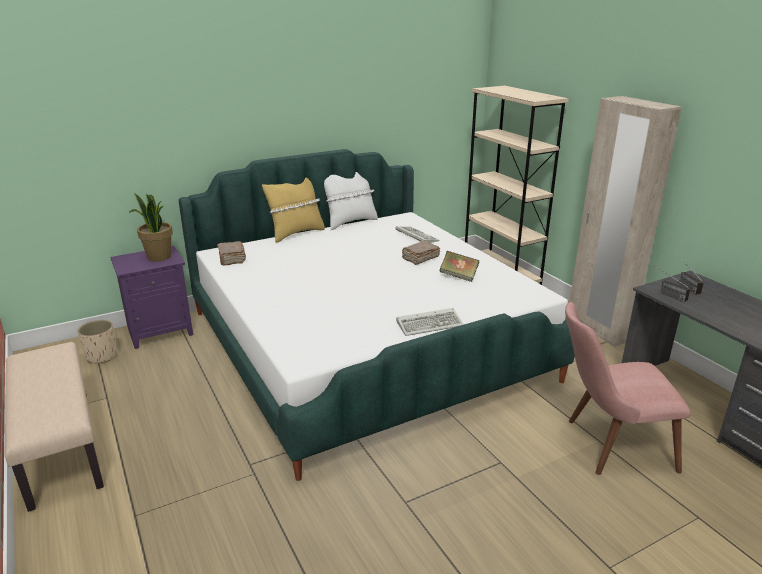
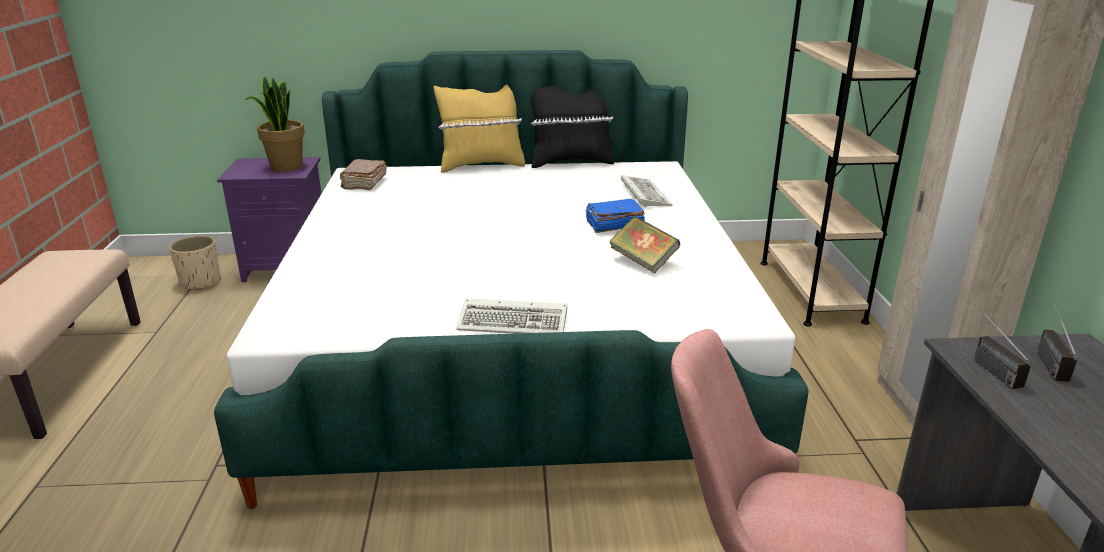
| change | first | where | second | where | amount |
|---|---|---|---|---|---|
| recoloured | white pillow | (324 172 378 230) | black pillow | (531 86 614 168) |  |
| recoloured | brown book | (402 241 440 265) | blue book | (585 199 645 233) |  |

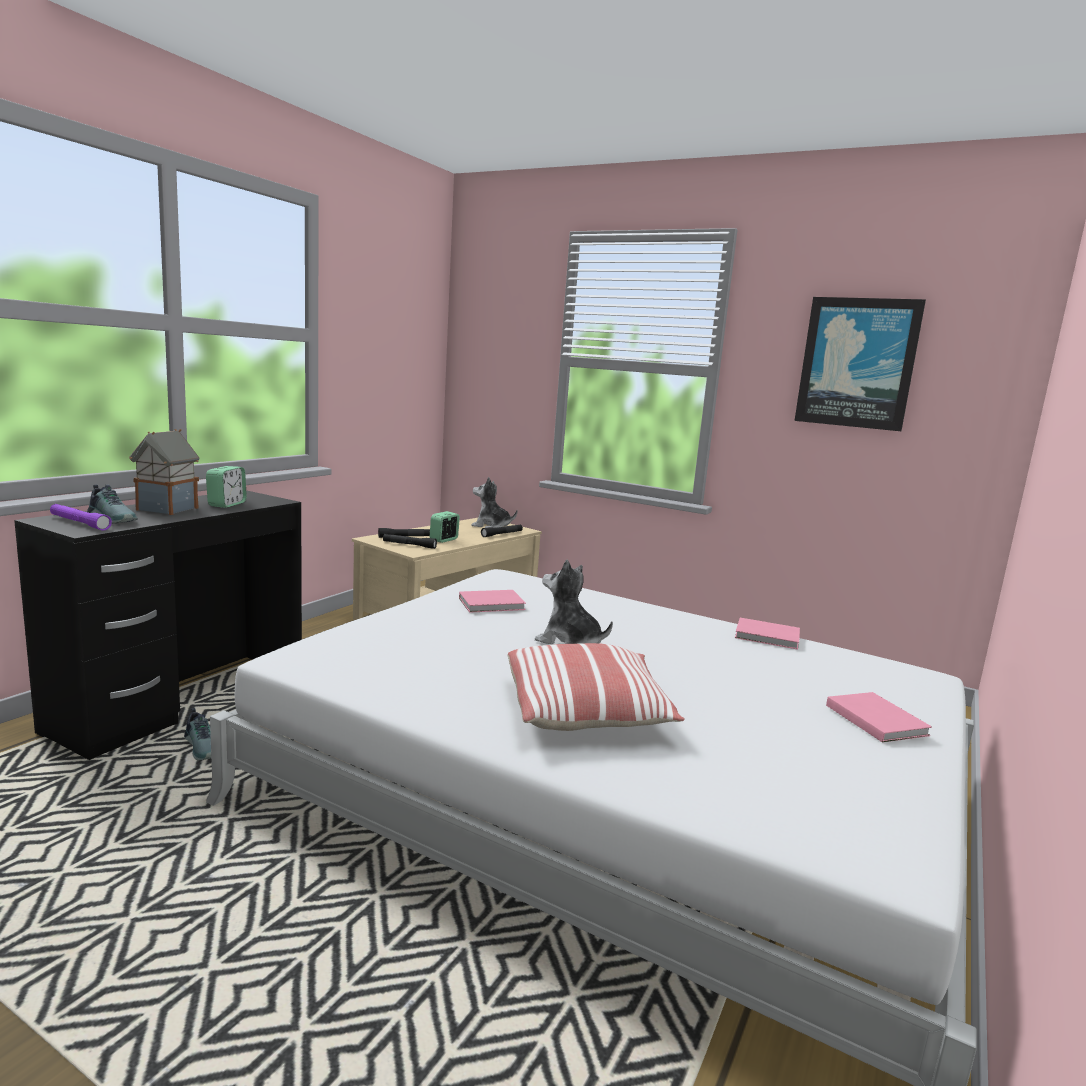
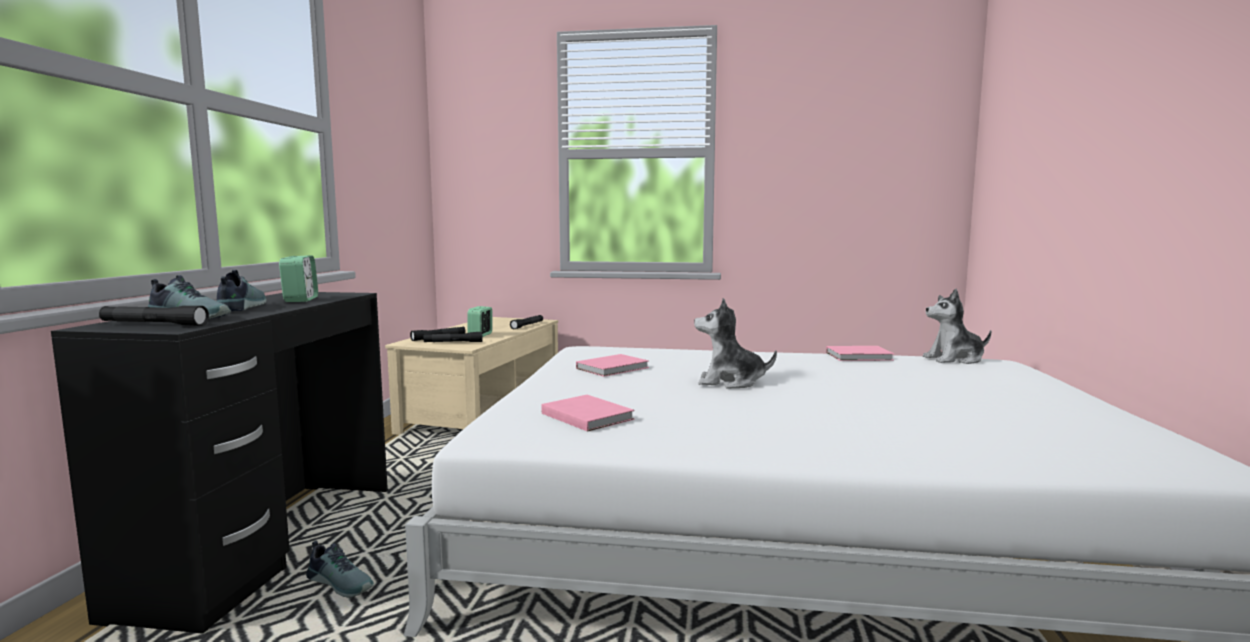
| change | first | where | second | where | amount |
|---|---|---|---|---|---|
| removed | picture | (795 297 926 431) |  |  |  |
| replaced | toy house | (129 429 200 515) | shoe | (216 270 267 311) |  |
| moved | plush toy | (471 477 518 528) |  | (923 289 991 364) |  |
| recoloured | purple flashlight | (50 504 112 531) | black flashlight | (99 306 209 326) |  |
| removed | pillow | (508 643 684 731) |  |  |  |
| moved | pink book | (826 692 932 742) |  | (541 395 634 432) |  |

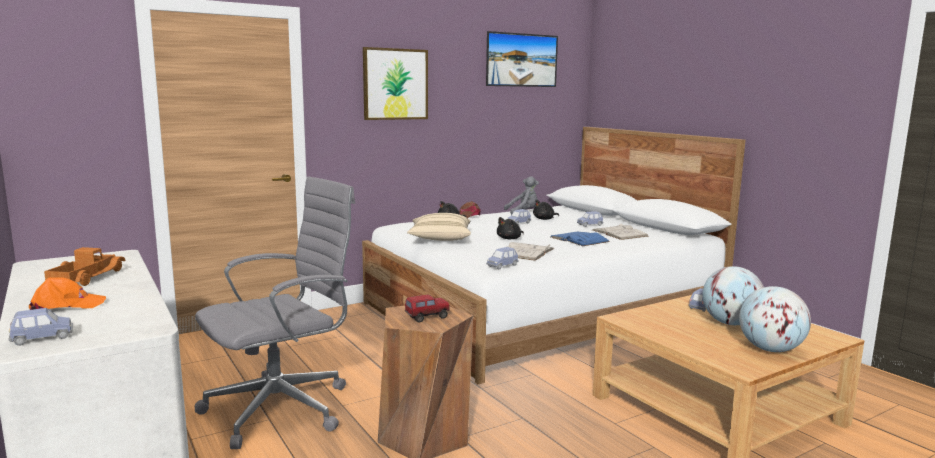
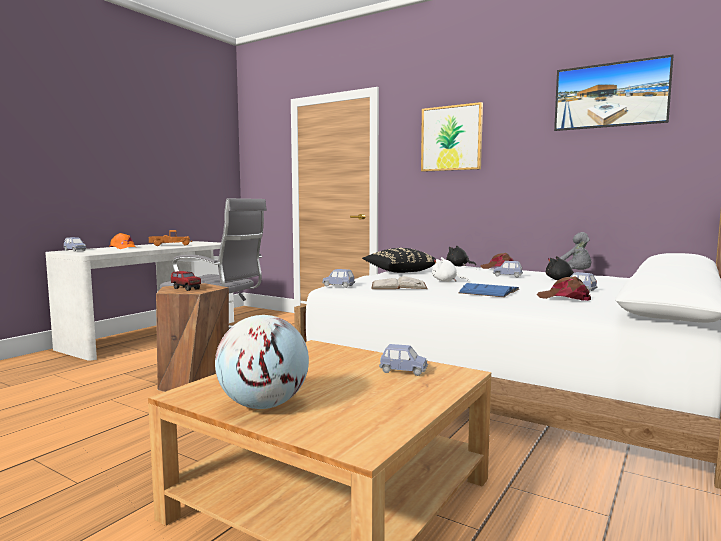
| change | first | where | second | where | amount |
|---|---|---|---|---|---|
| recoloured | beige pillow | (407 213 471 241) | black pillow | (362 248 436 273) |  |
| recoloured | black plush toy | (497 217 524 239) | white plush toy | (432 257 468 282) |  |
| replaced | white book | (592 223 649 240) | brown cap | (537 276 591 301) |  |
| removed | globe | (703 266 764 325) |  |  |  |

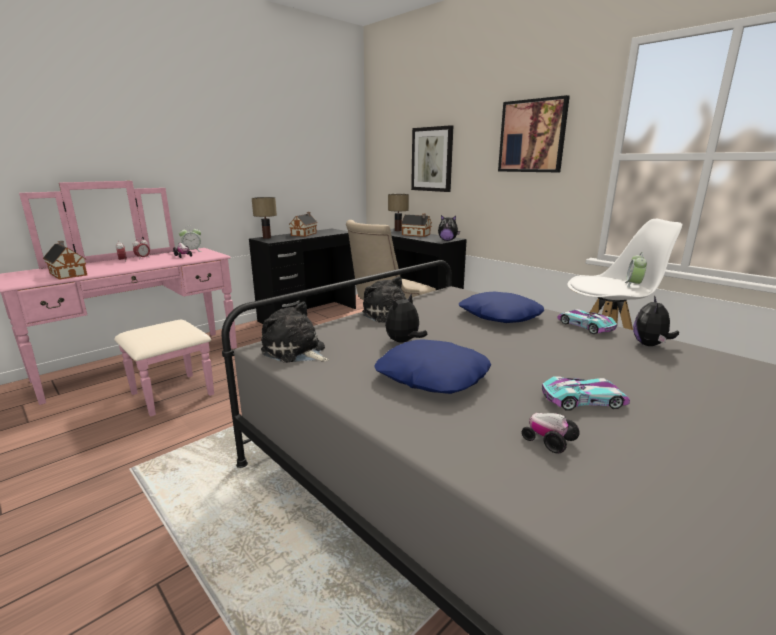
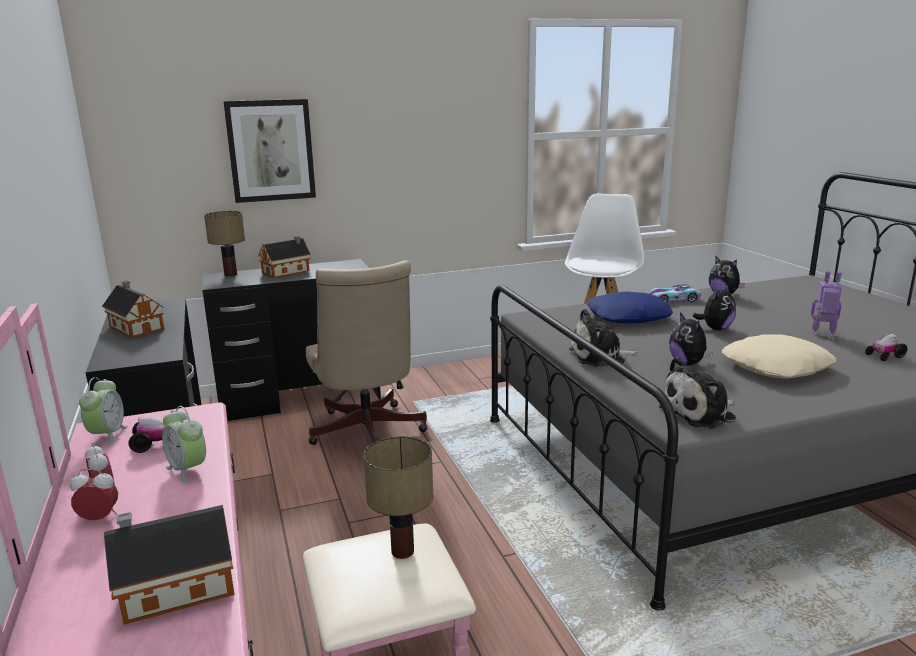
| change | first | where | second | where | amount |
|---|---|---|---|---|---|
| removed | picture | (498 95 570 172) |  |  |  |
| moved | table lamp | (252 197 277 239) |  | (363 436 433 559) |  |
| moved | plush toy | (438 215 460 241) |  | (693 285 736 330) |  |
| moved | alarm clock | (625 252 647 288) |  | (162 406 206 484) |  |
| recoloured | blue pillow | (375 339 491 394) | beige pillow | (722 335 836 379) |  |
| replaced | toy car | (542 377 630 411) | toy robot | (811 270 842 337) |  |

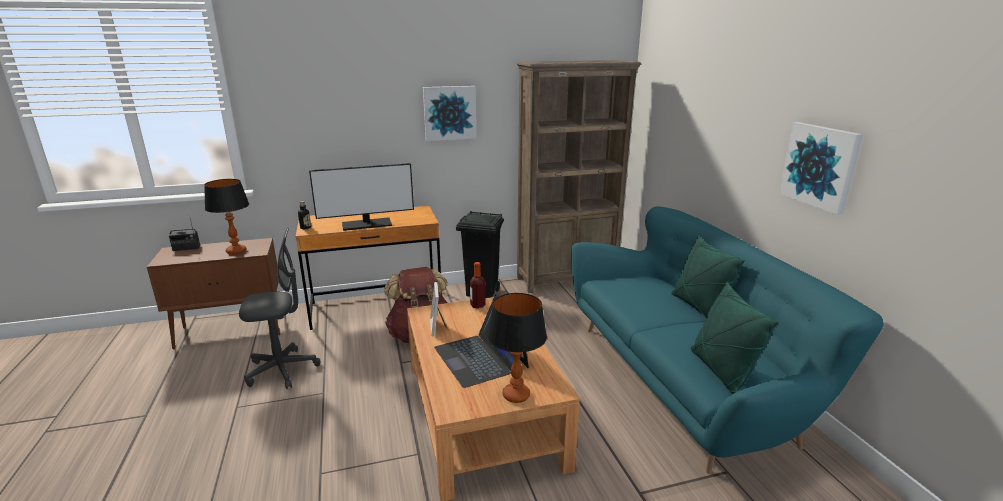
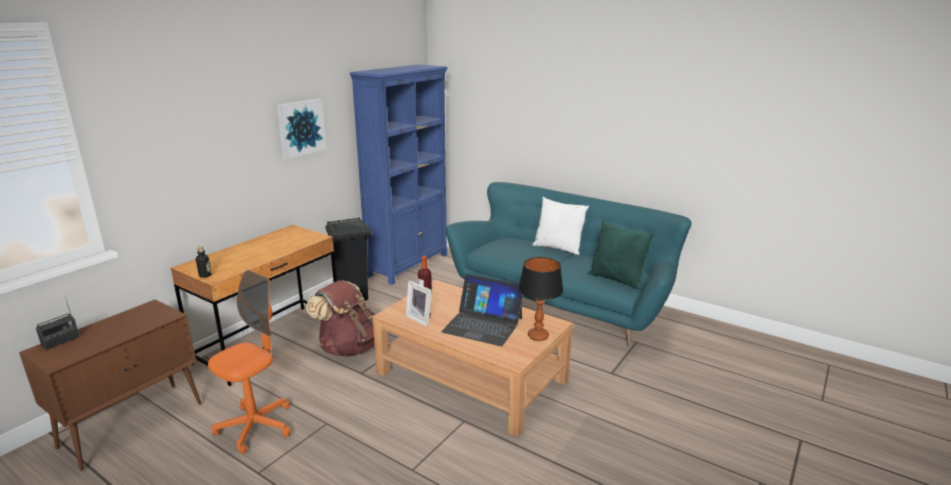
| change | first | where | second | where | amount |
|---|---|---|---|---|---|
| recoloured | brown bookcase | (516 60 641 293) | blue bookcase | (349 64 448 285) |  |
| removed | picture | (778 122 863 215) |  |  |  |
| removed | monitor | (309 163 414 231) |  |  |  |
| removed | table lamp | (204 179 249 255) |  |  |  |
| recoloured | grey office chair | (239 227 320 389) | orange office chair | (208 270 291 454) |  |
| recoloured | green pillow | (671 235 745 318) | white pillow | (533 197 589 255) |  |

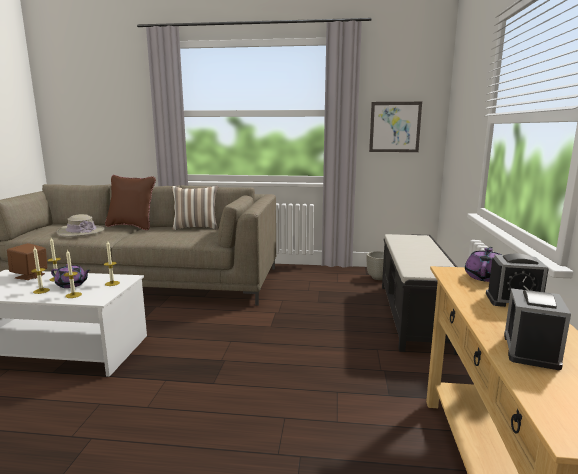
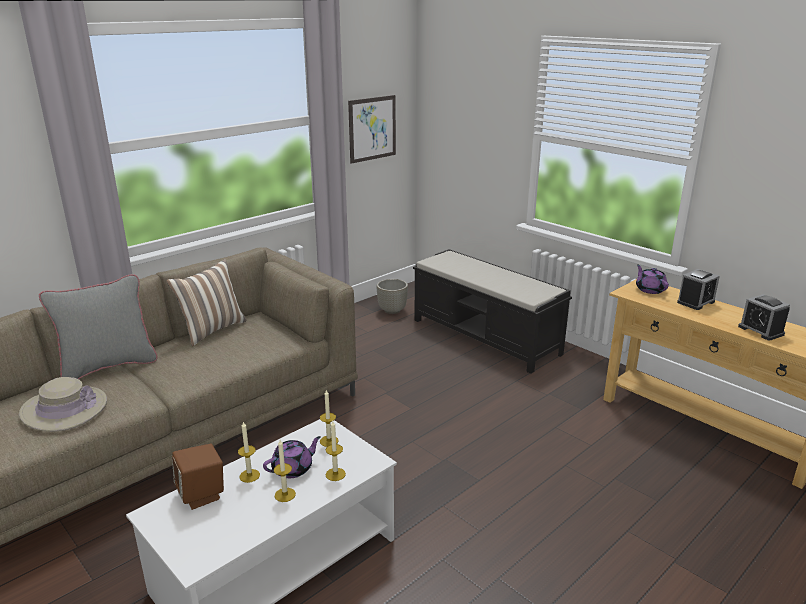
| change | first | where | second | where | amount |
|---|---|---|---|---|---|
| recoloured | brown pillow | (105 175 156 230) | grey pillow | (39 274 158 379) |  |

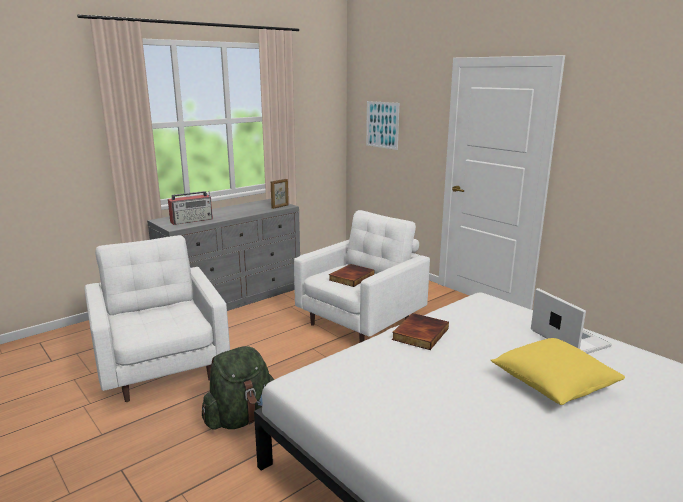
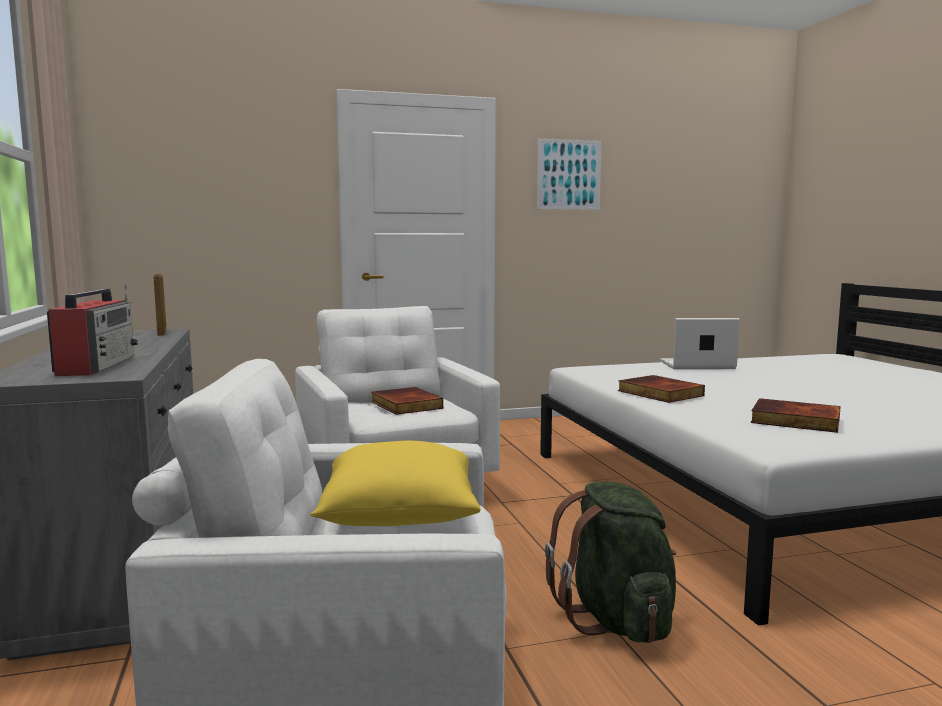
| change | first | where | second | where | amount |
|---|---|---|---|---|---|
| moved | picture | (366 101 399 150) |  | (537 138 602 210) |  |
| moved | yellow pillow | (490 338 625 405) |  | (310 441 481 526) |  |
| added |  |  | book | (751 398 841 433) |  |

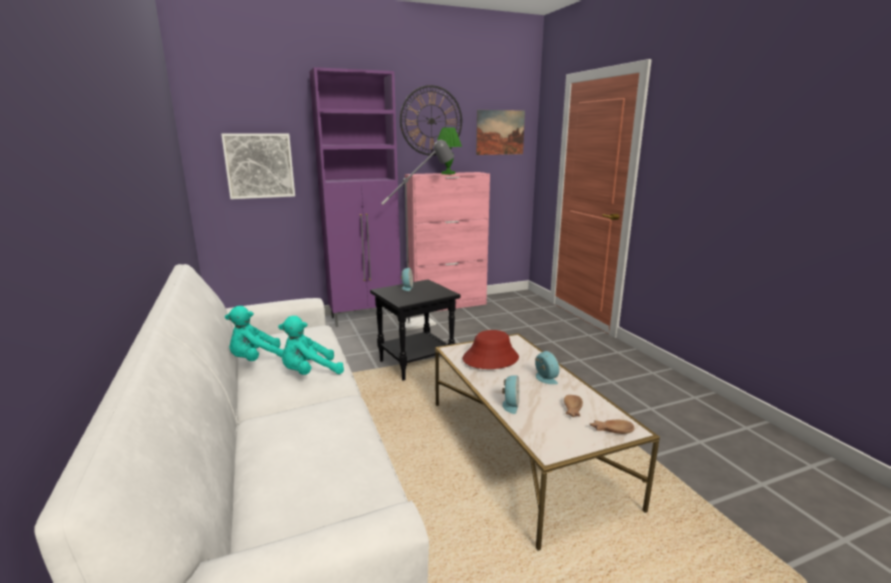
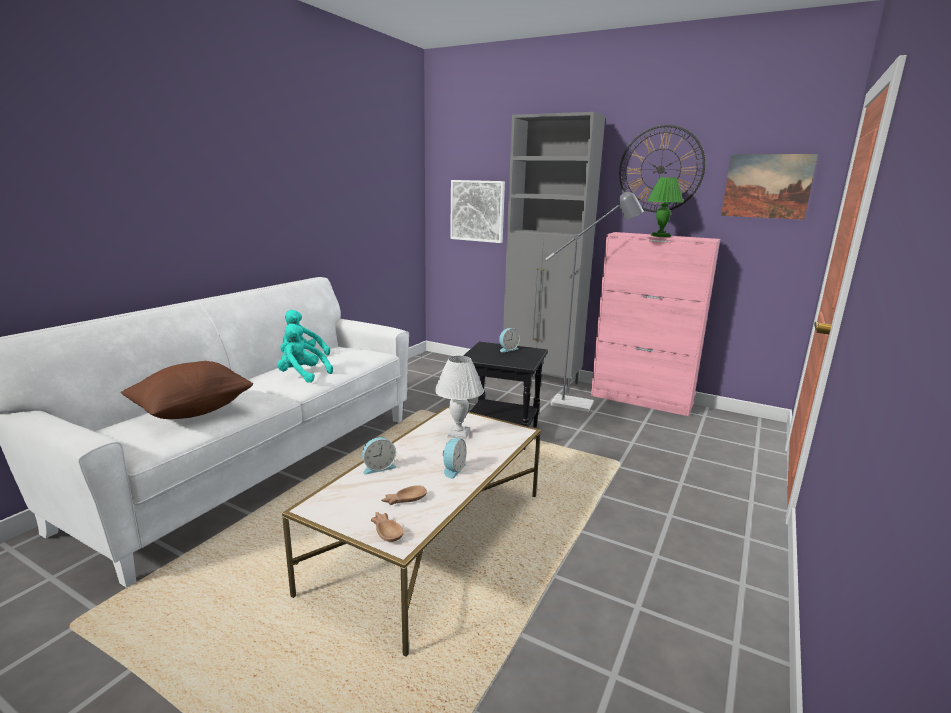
| change | first | where | second | where | amount |
|---|---|---|---|---|---|
| recoloured | purple cabinet | (309 67 401 327) | grey cabinet | (503 112 605 393) |  |
| replaced | red hat | (463 330 519 369) | white table lamp | (435 356 484 439) |  |
| added |  |  | brown pillow | (121 361 253 419) |  |

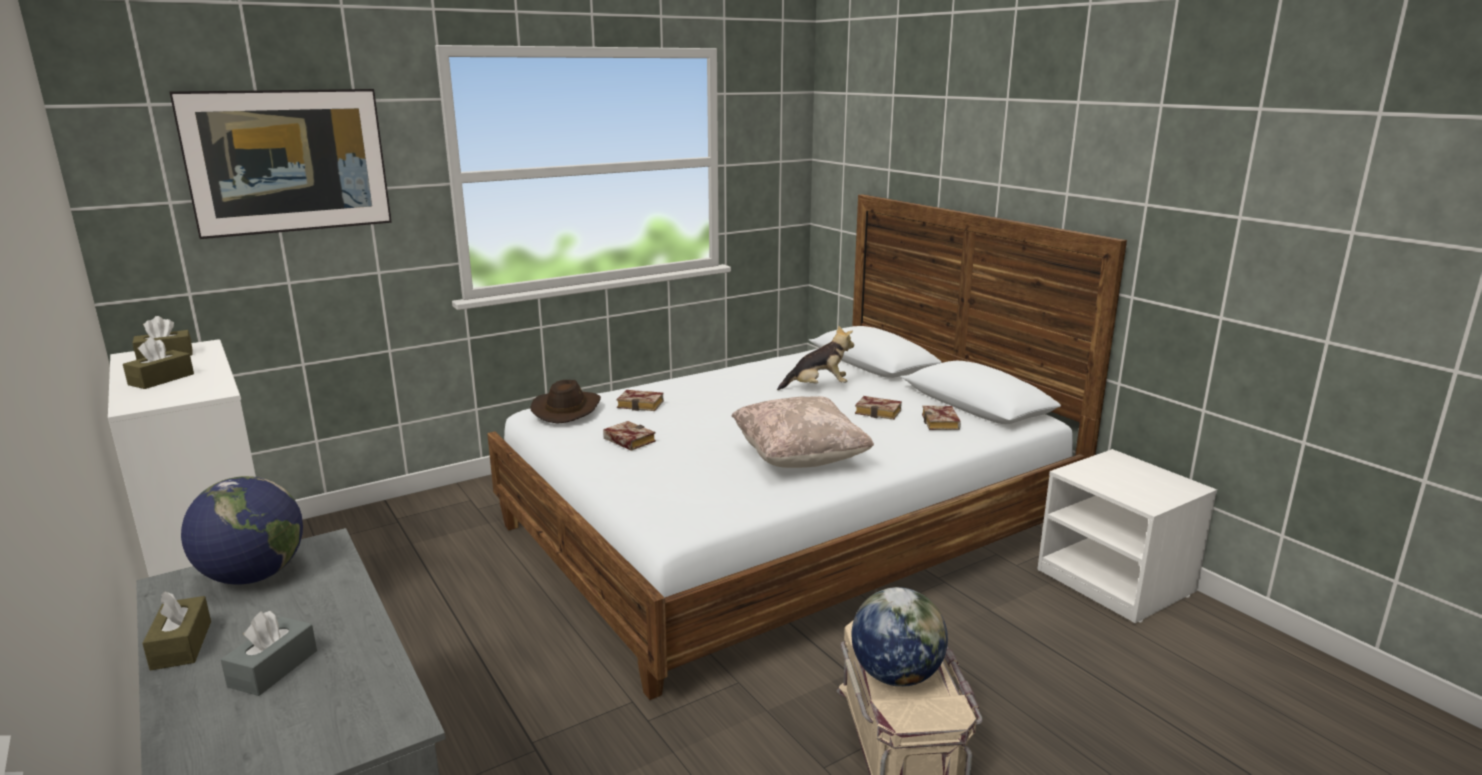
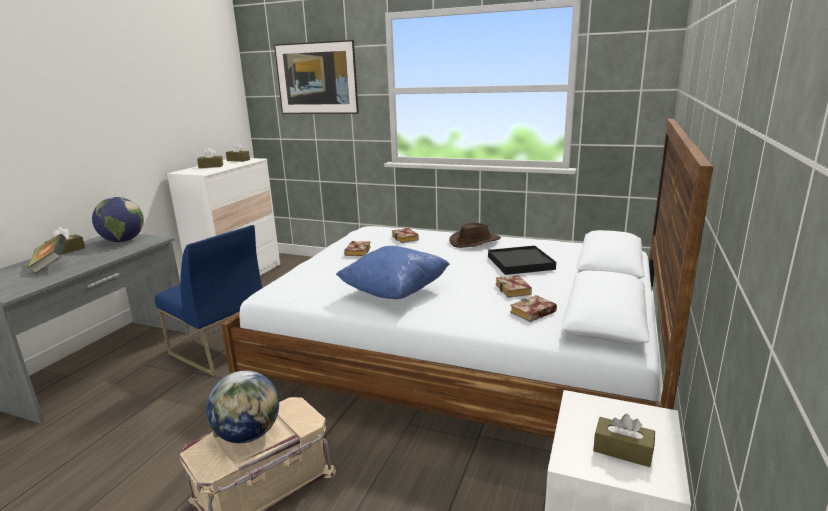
| change | first | where | second | where | amount |
|---|---|---|---|---|---|
| replaced | plush toy | (777 325 854 390) | black tray | (488 246 556 275) |  |
| moved | brown hat | (531 380 601 424) |  | (449 223 501 248) |  |
| recoloured | beige pillow | (732 396 874 468) | blue pillow | (336 246 450 299) |  |
| replaced | grey tissue box | (221 611 317 696) | book | (27 234 66 274) |  |
| added |  |  | blue chair | (155 225 262 377) |  |
| added |  |  | brown tissue box | (593 414 655 467) |  |

